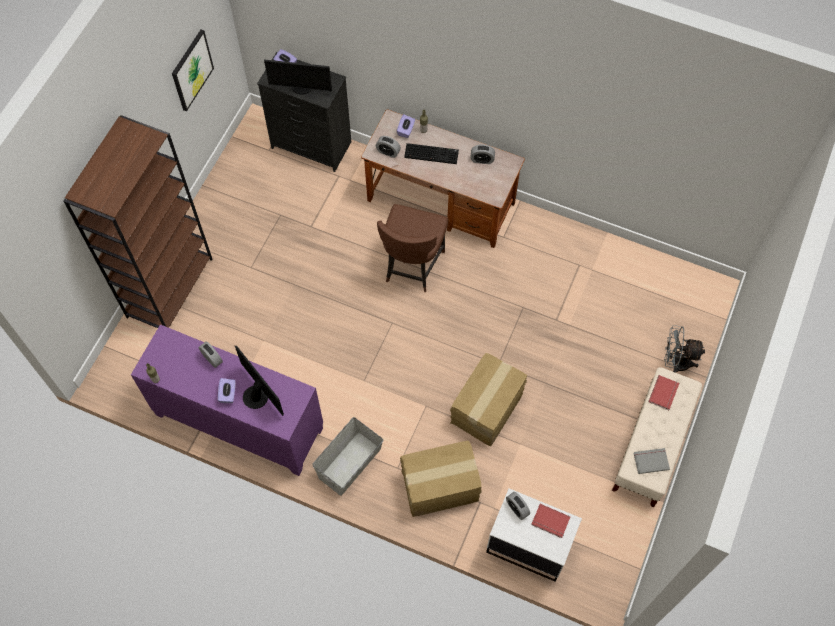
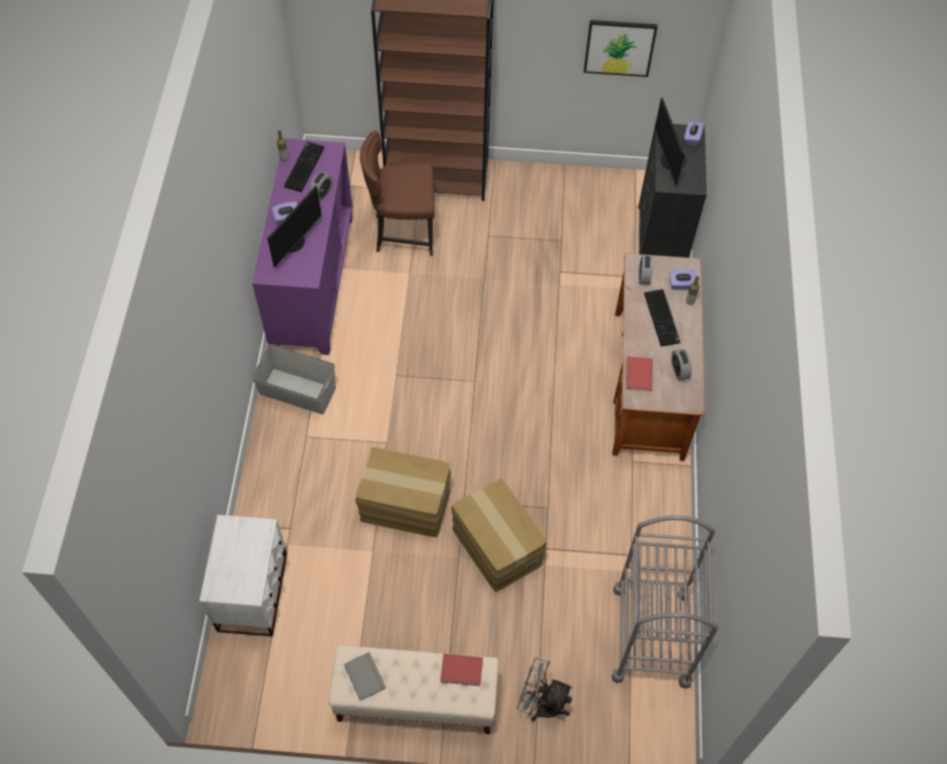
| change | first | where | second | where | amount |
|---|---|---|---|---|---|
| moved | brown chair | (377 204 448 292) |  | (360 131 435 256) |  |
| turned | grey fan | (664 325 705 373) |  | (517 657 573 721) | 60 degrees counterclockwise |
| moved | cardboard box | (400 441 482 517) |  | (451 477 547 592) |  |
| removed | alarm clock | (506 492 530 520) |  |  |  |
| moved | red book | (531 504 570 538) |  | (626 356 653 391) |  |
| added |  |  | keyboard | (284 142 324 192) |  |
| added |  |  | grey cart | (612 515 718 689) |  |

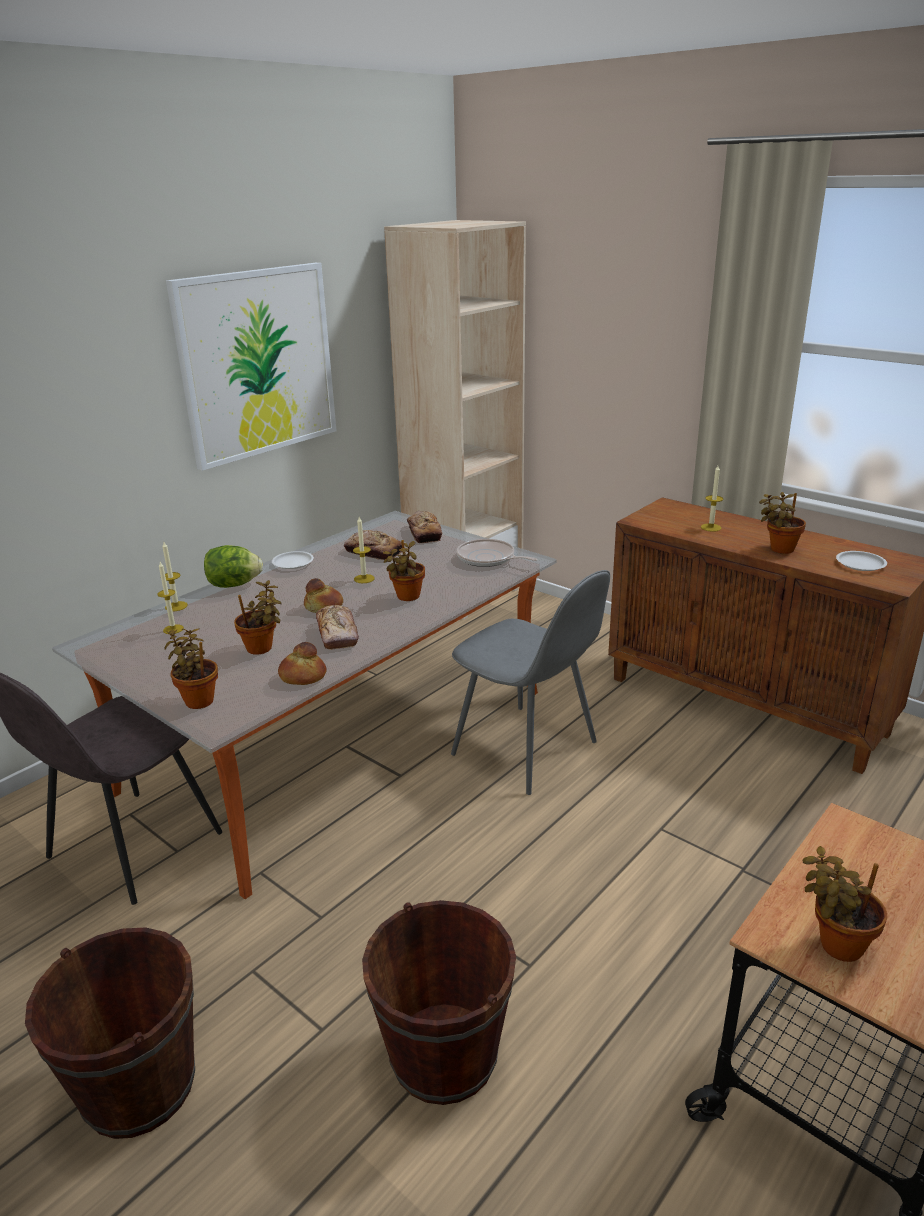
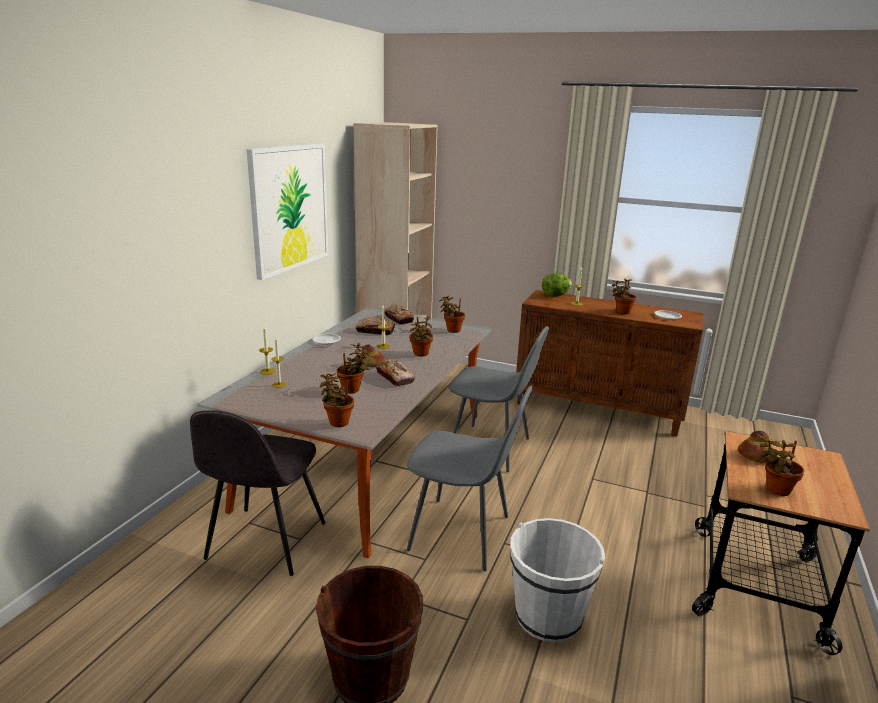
| change | first | where | second | where | amount |
|---|---|---|---|---|---|
| replaced | frying pan | (457 539 538 567) | potted plant | (439 296 465 333) |  |
| moved | lettuce | (204 545 263 588) |  | (542 273 572 297) |  |
| moved | bread | (278 642 327 685) |  | (738 431 773 462) |  |
| recoloured | brown bucket | (362 900 516 1105) | white bucket | (510 518 605 642) |  |
| added |  |  | grey chair | (407 385 533 571) |  |

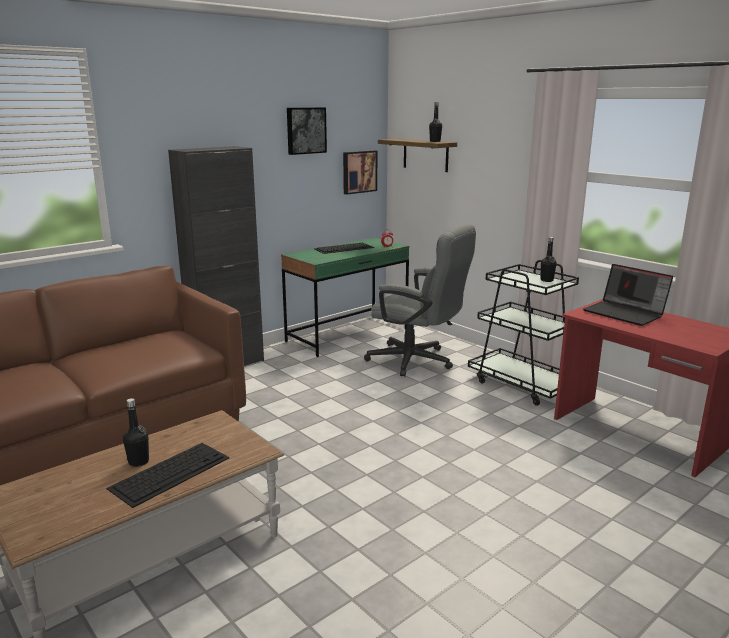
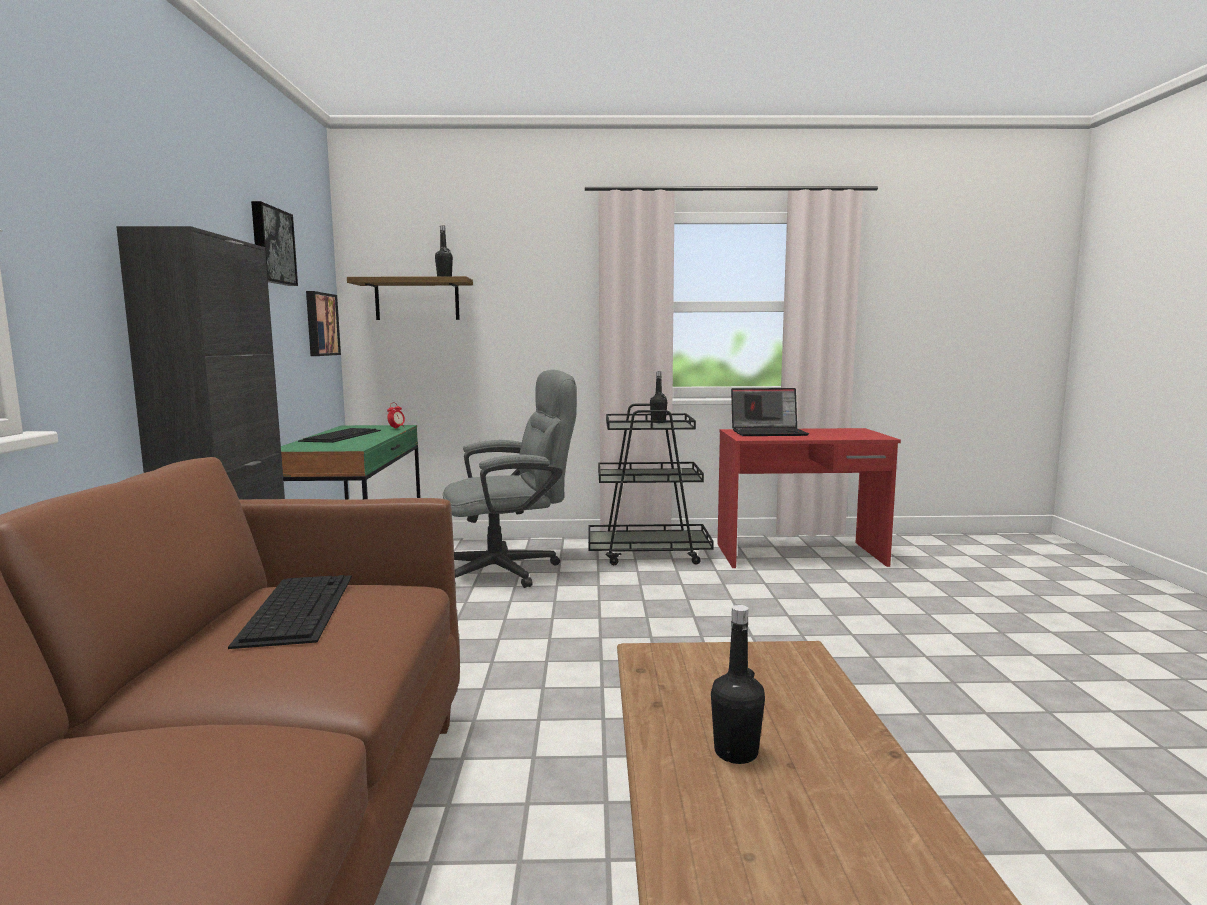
| change | first | where | second | where | amount |
|---|---|---|---|---|---|
| moved | keyboard | (106 443 229 508) |  | (228 575 352 649) |  |

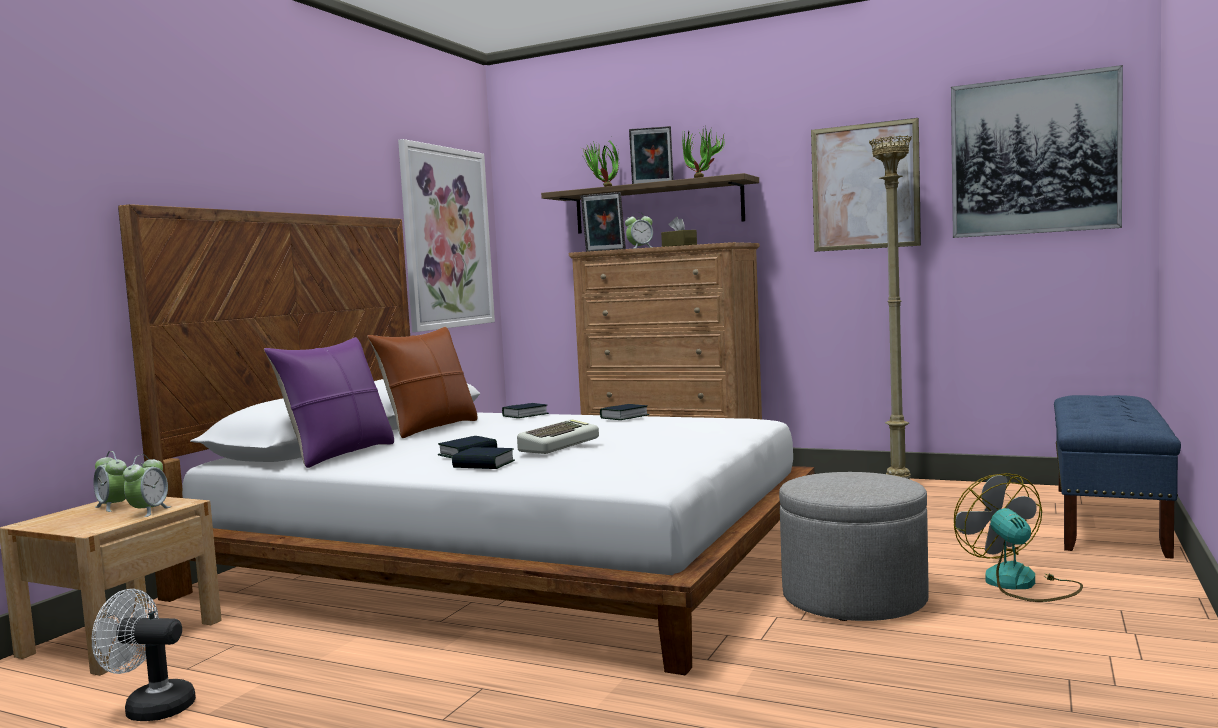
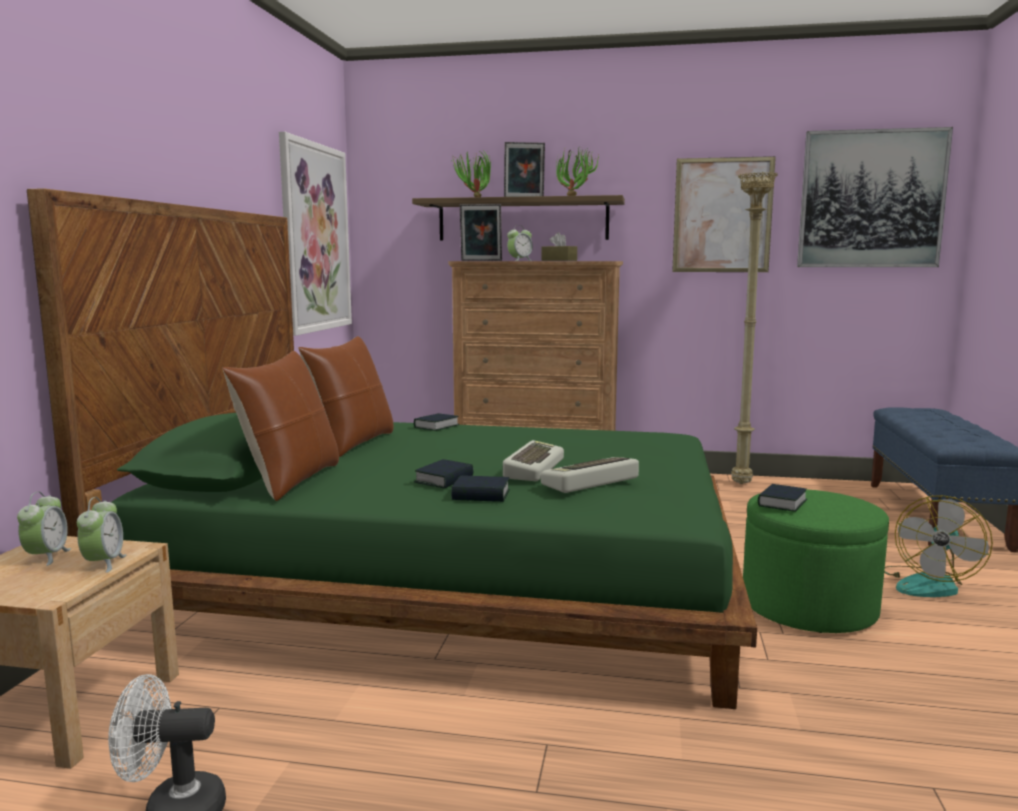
| change | first | where | second | where | amount |
|---|---|---|---|---|---|
| recoloured | white bed | (118 204 815 675) | green bed | (27 188 757 709) |  |
| recoloured | purple pillow | (264 337 394 468) | brown pillow | (222 351 339 501) |  |
| moved | book | (600 404 649 420) |  | (758 484 807 512) |  |
| turned | alarm clock | (93 451 127 512) |  | (17 492 71 566) | 120 degrees counterclockwise |
| recoloured | grey ottoman | (779 472 928 621) | green ottoman | (743 490 889 633) |  |
| turned | fan | (954 473 1083 602) |  | (884 495 993 597) | 120 degrees counterclockwise |
| added |  |  | keyboard | (541 457 639 493) |  |

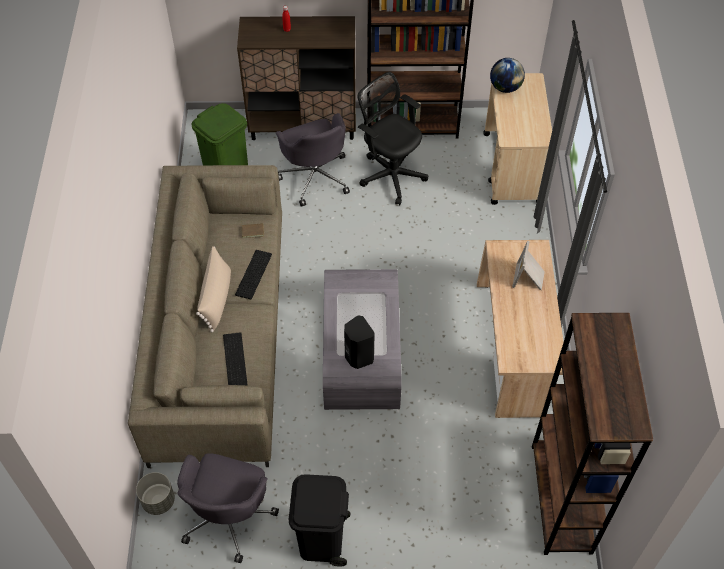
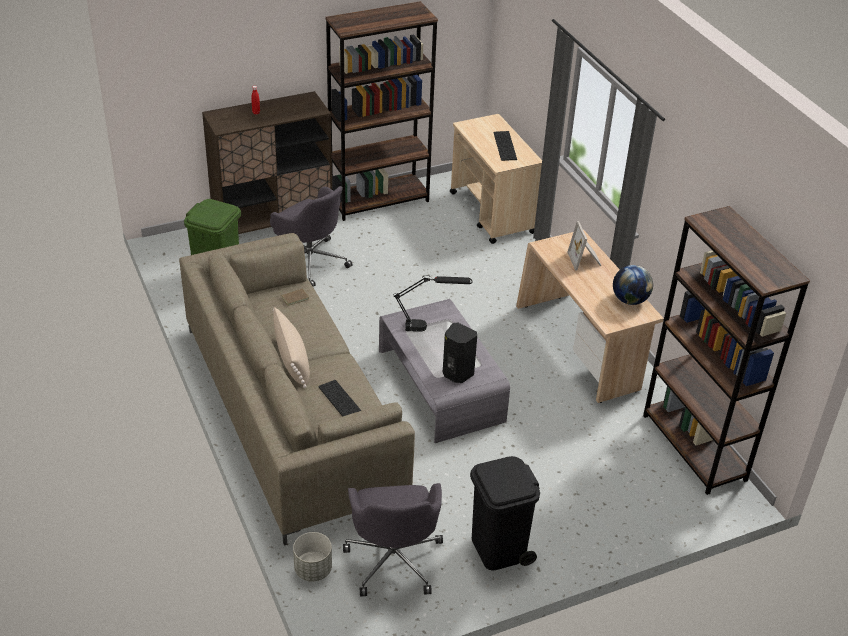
| change | first | where | second | where | amount |
|---|---|---|---|---|---|
| moved | globe | (490 58 525 93) |  | (613 265 653 305) |  |
| removed | black office chair | (358 72 428 205) |  |  |  |
| moved | keyboard | (235 250 272 299) |  | (494 131 517 161) |  |
| added |  |  | black table lamp | (393 275 473 332) |  |

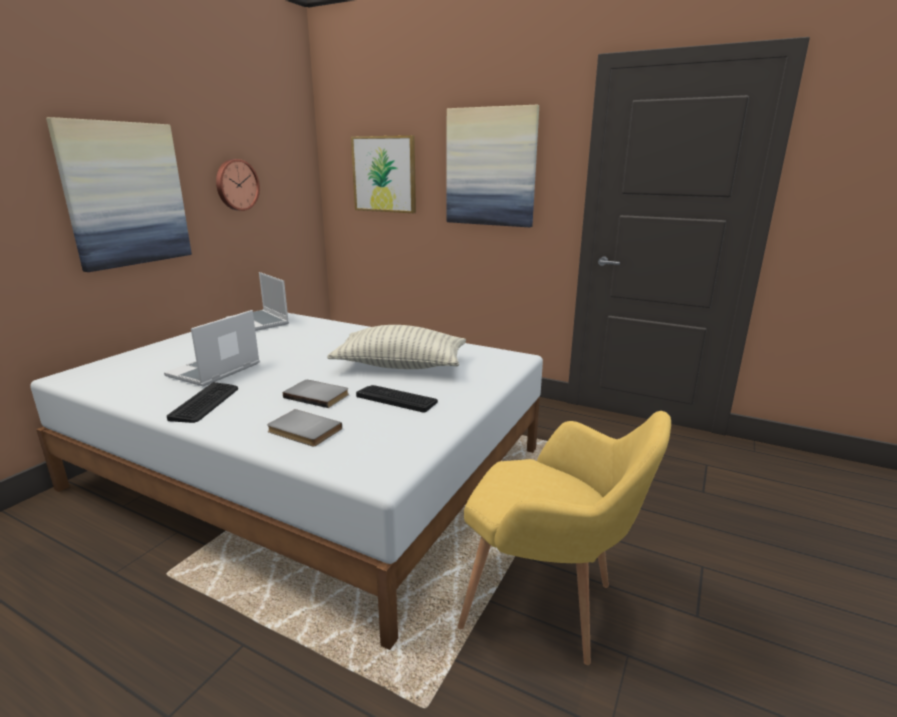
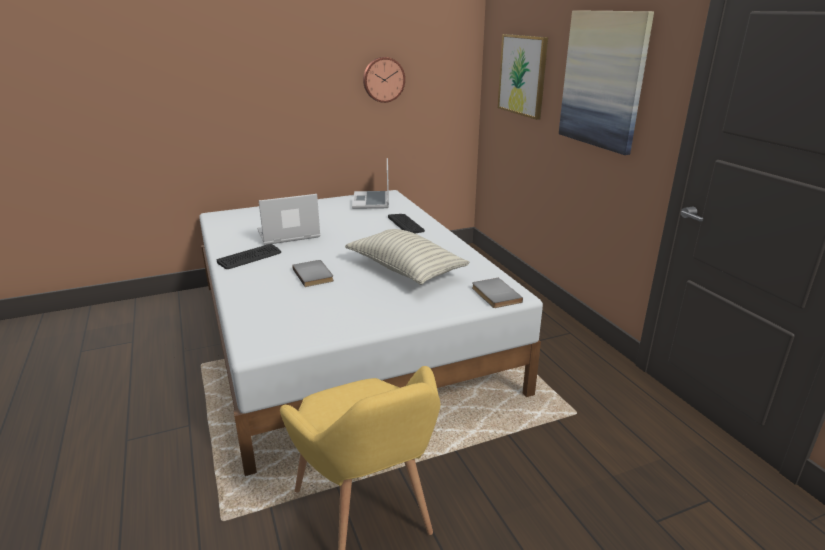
| change | first | where | second | where | amount |
|---|---|---|---|---|---|
| removed | picture | (46 117 192 272) |  |  |  |
| moved | keyboard | (356 385 438 413) |  | (388 214 425 233) |  |
| moved | grey book | (267 409 342 446) |  | (472 278 523 308) |  |

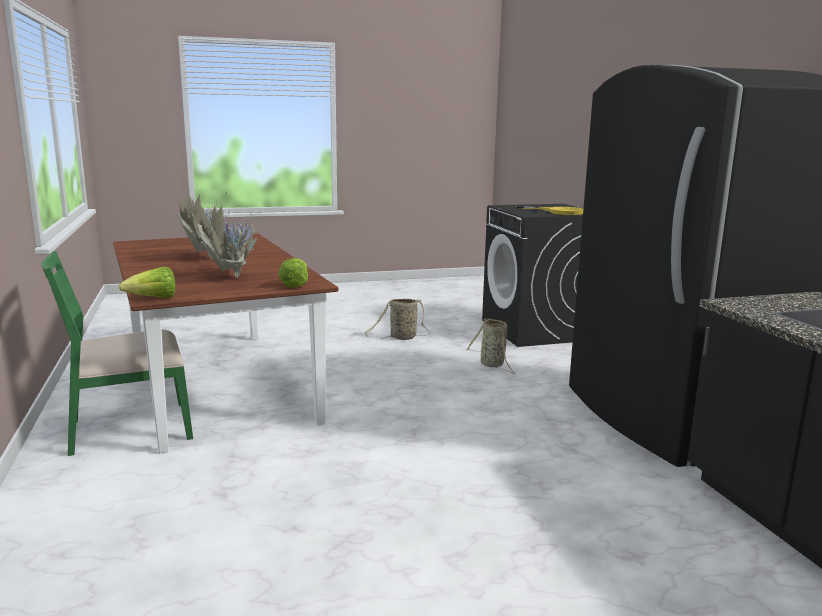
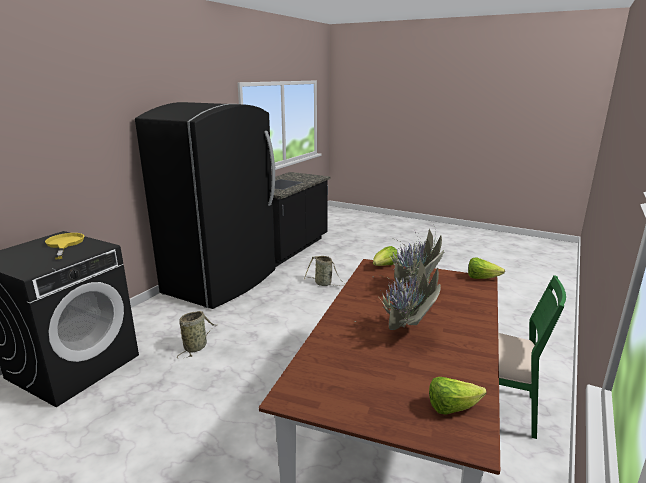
| change | first | where | second | where | amount |
|---|---|---|---|---|---|
| moved | basket | (365 298 430 340) |  | (304 256 345 286) |  |
| added |  |  | lettuce | (429 377 486 415) |  |

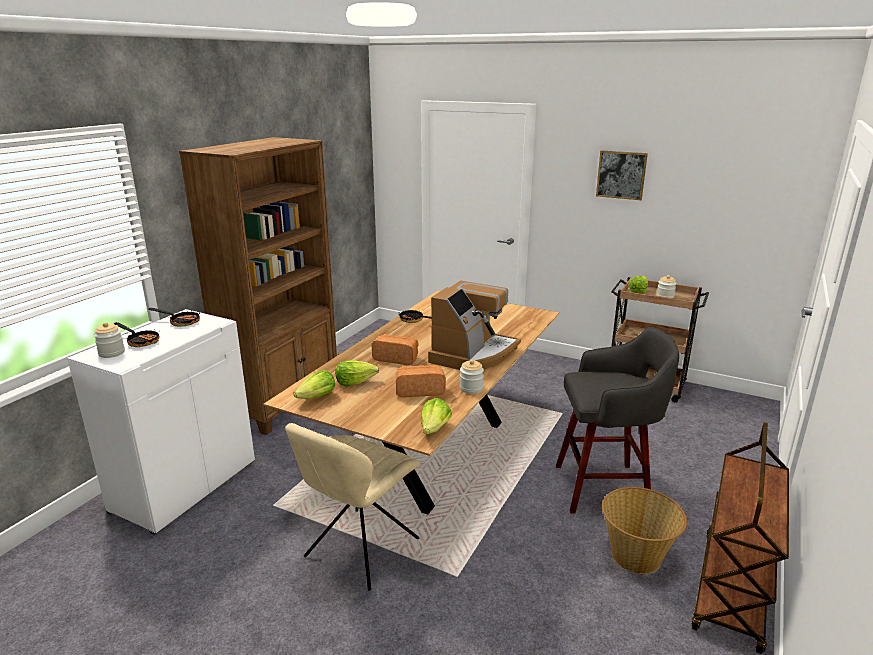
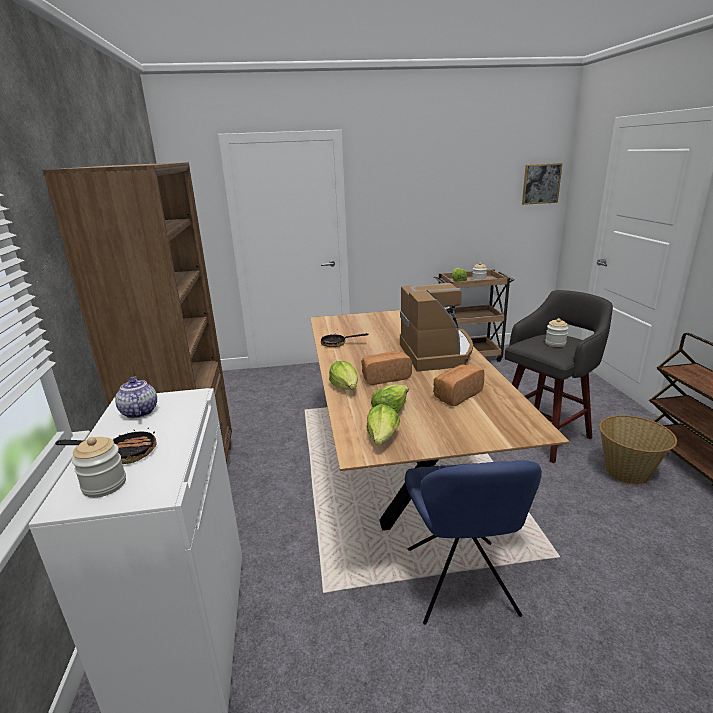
| change | first | where | second | where | amount |
|---|---|---|---|---|---|
| moved | picture | (596 150 648 200) |  | (522 163 563 205) |  |
| replaced | frying pan | (149 308 200 327) | teapot | (115 376 157 418) |  |
| moved | jar | (460 360 484 394) |  | (545 318 568 347) |  |
| moved | lettuce | (421 398 452 434) |  | (329 361 358 390) |  |
| recoloured | beige chair | (285 423 420 591) | blue chair | (405 460 542 625) |  |

